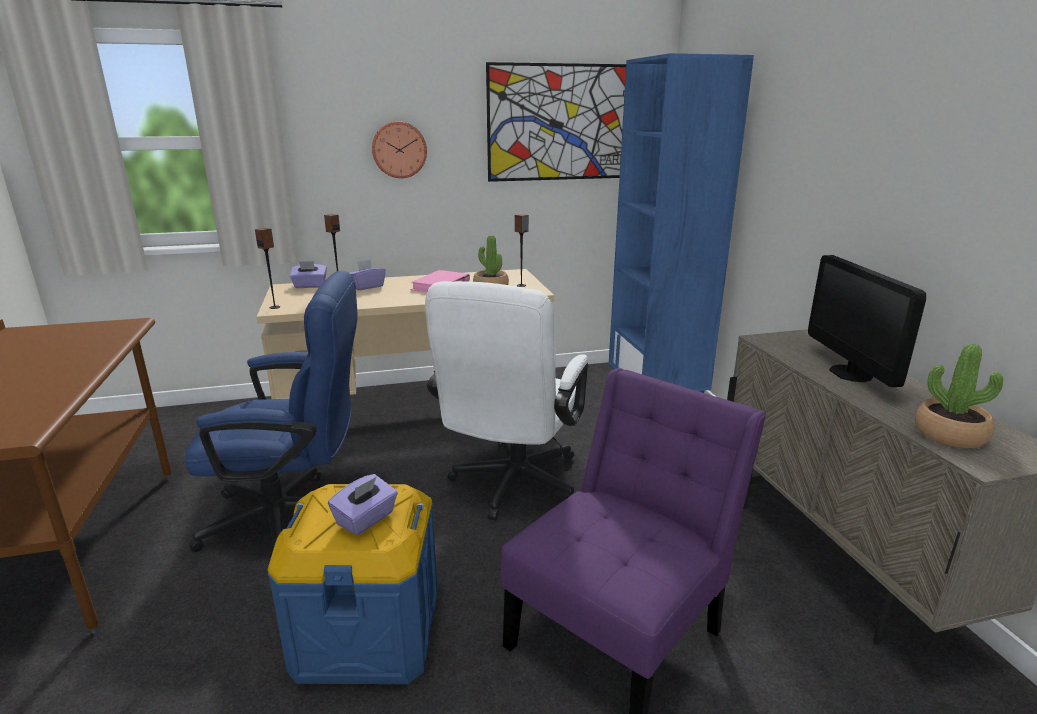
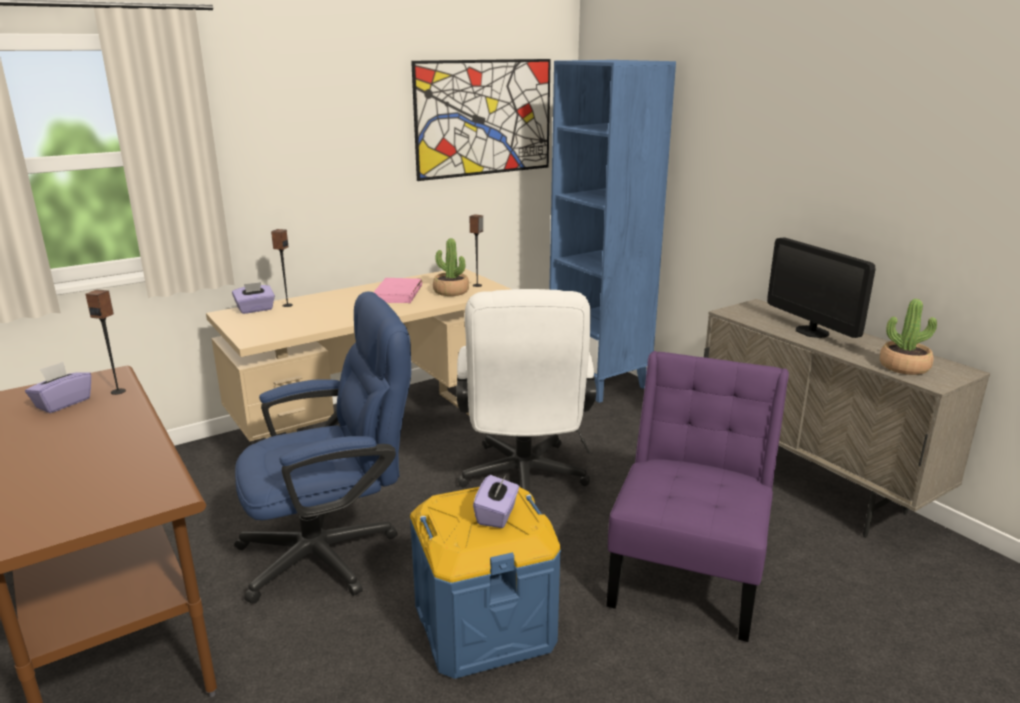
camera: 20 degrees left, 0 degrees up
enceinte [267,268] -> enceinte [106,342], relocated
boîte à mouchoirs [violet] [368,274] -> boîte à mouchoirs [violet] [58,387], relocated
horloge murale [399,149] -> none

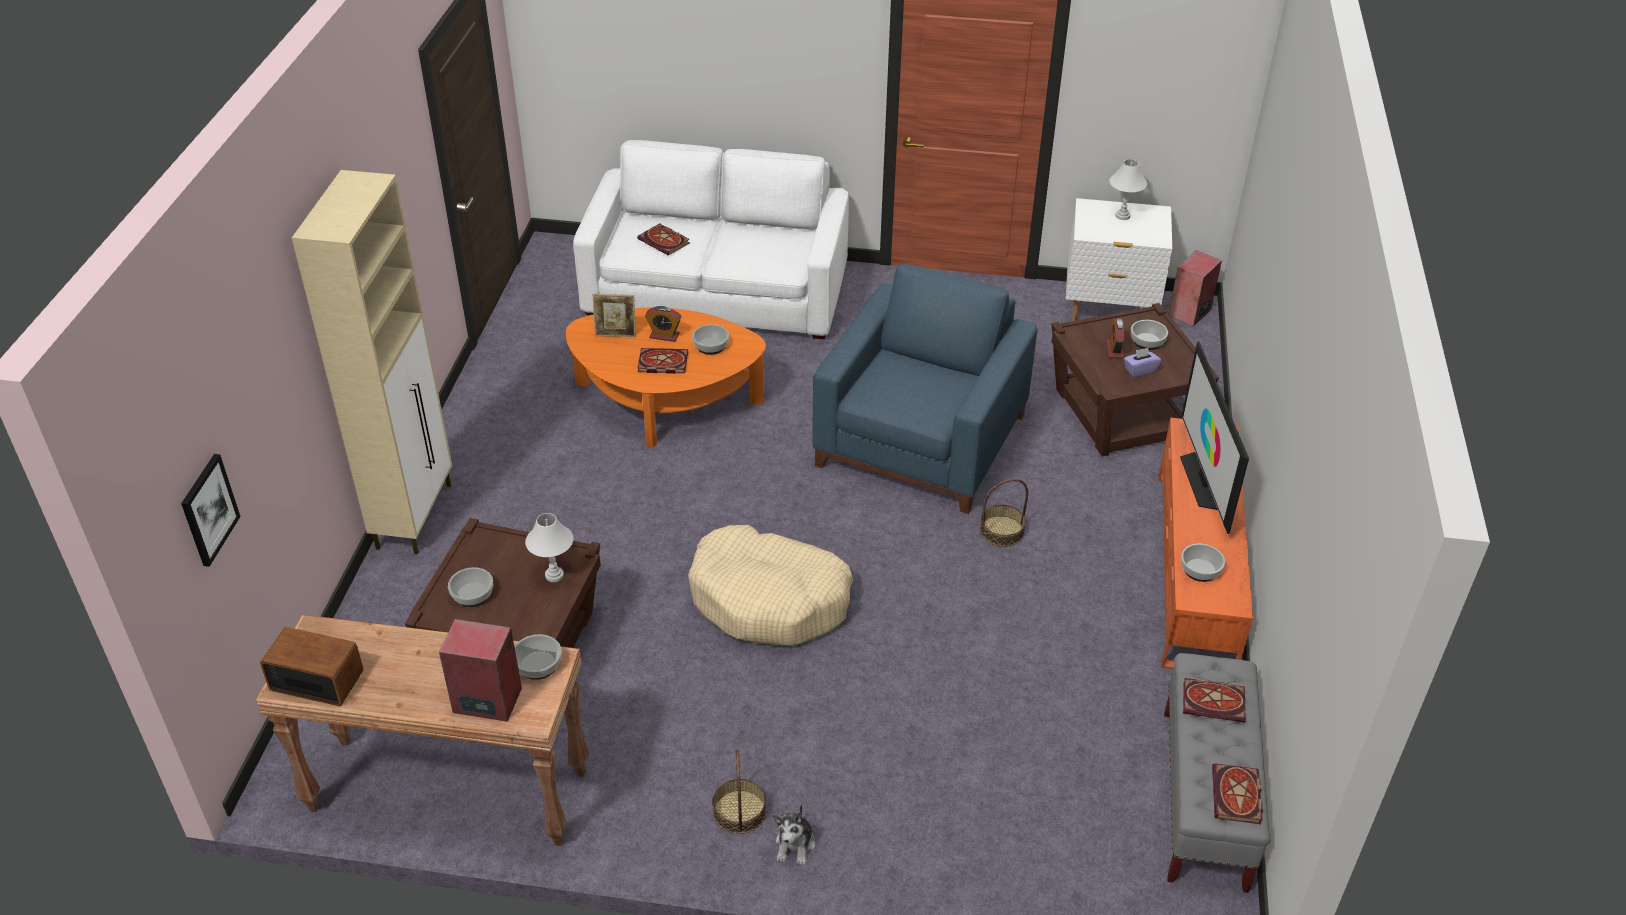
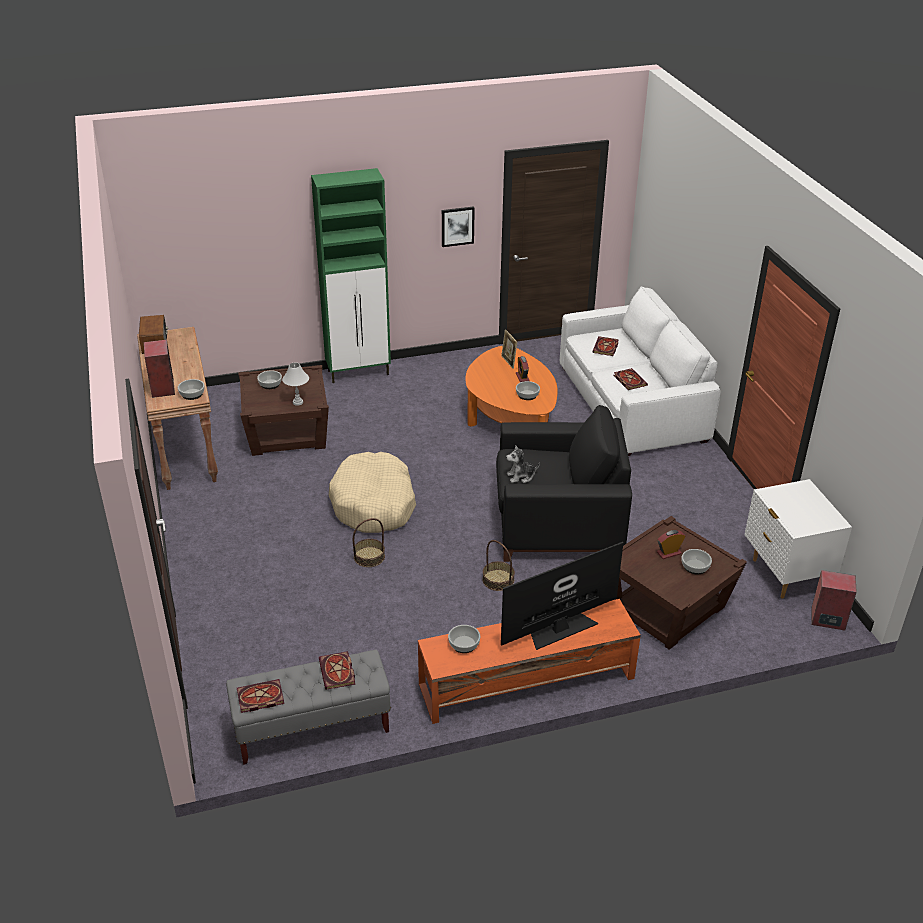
camera: 65 degrees right, 5 degrees down
tableau [211,510] -> tableau [458,226], relocated
meuble de rangement [beige] [372,362] -> meuble de rangement [vert] [351,275]
livre [662,361] -> livre [631,379], relocated
panier [739,791] -> panier [369,542], relocated
peluche [794,834] -> peluche [523,464], relocated
fauteuil [bleu] [925,389] -> fauteuil [noir] [564,483]
lampe de table [blanc] [1128,189] -> none
boîte à mouchoirs [violet] [1142,362] -> none

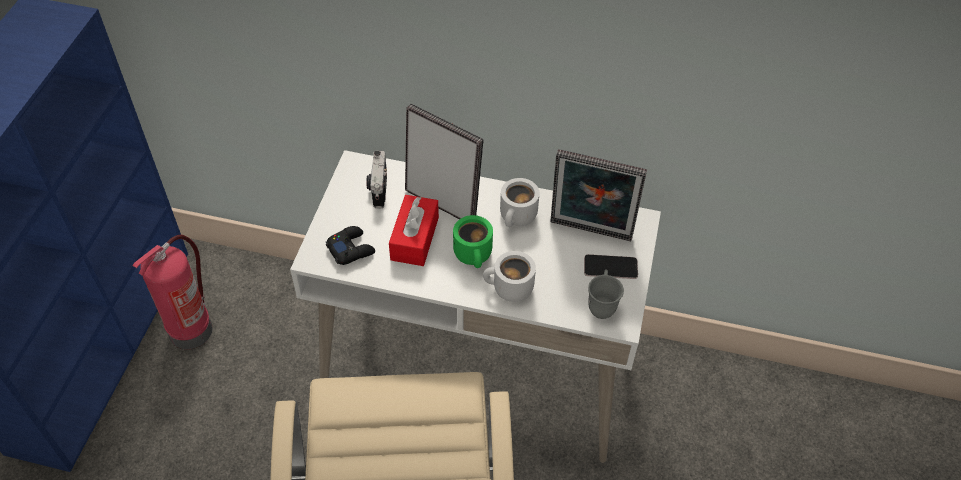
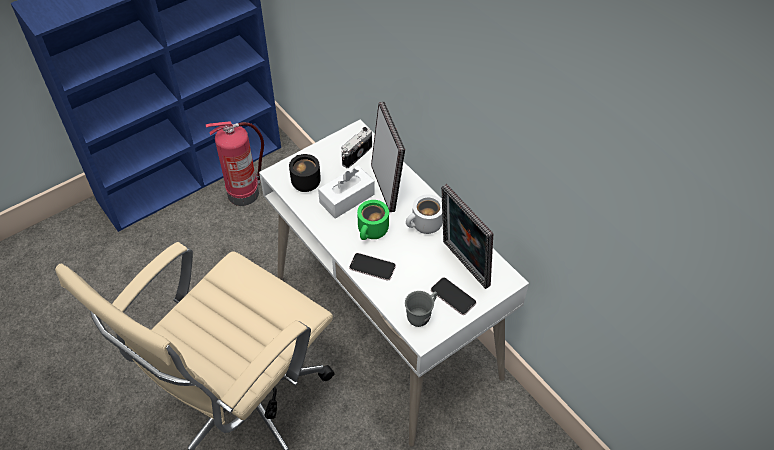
camera: 40 degrees right, 0 degrees up
manette [noir] [350,245] -> mug [noir] [305,173]
boîte à mouchoirs [rouge] [414,230] -> boîte à mouchoirs [blanc] [346,192]
mug [blanc] [509,276] -> téléphone [372,266]

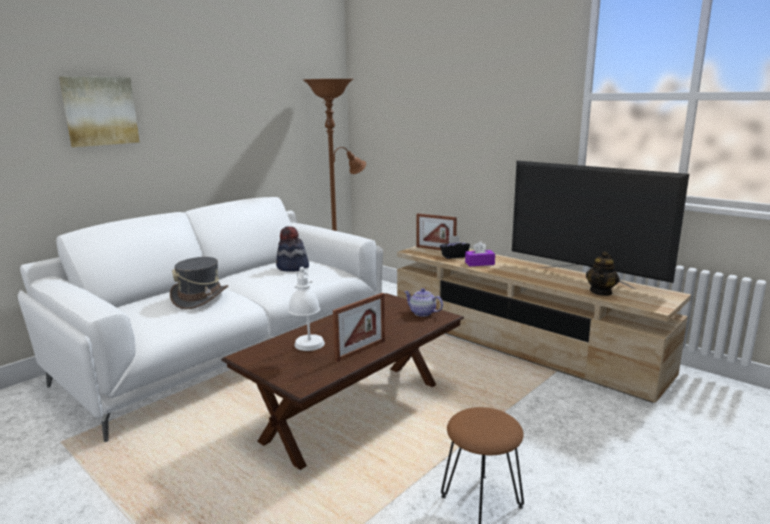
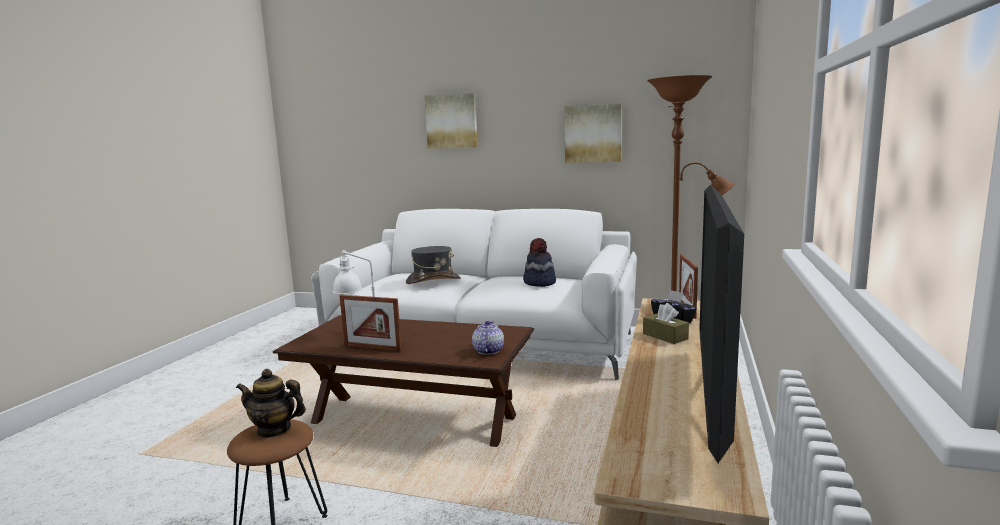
camera: 65 degrees right, 5 degrees down
boîte à mouchoirs [violet] [480,254] -> boîte à mouchoirs [marron] [666,323]
théière [603,273] -> théière [271,403], relocated
none -> tableau [593,133]

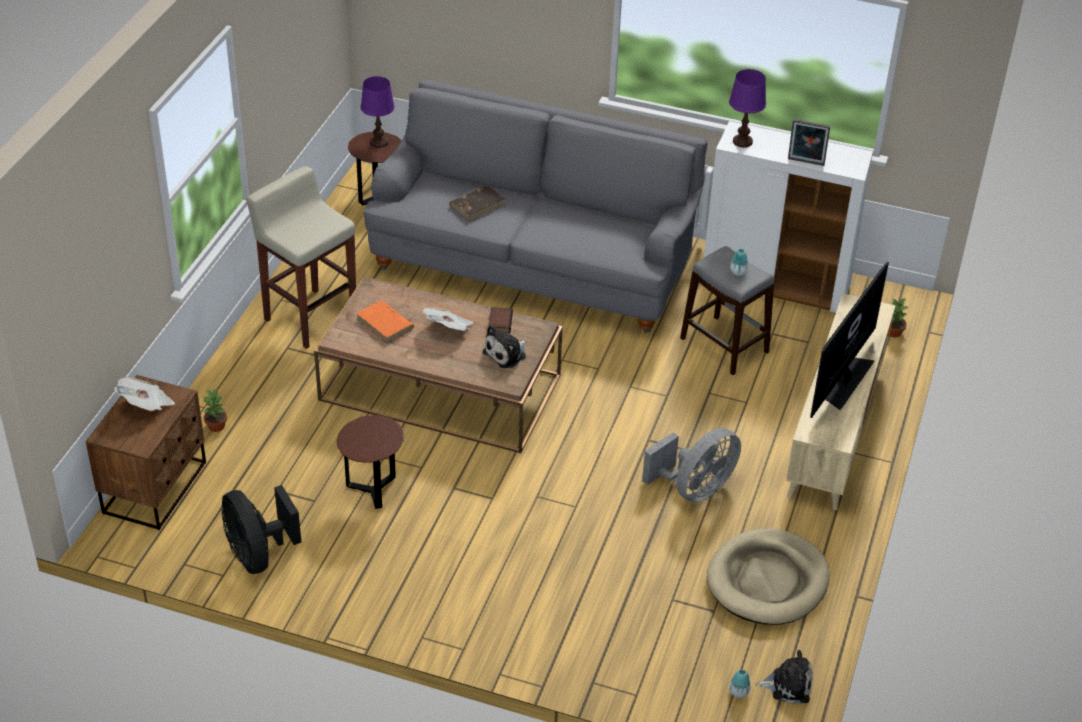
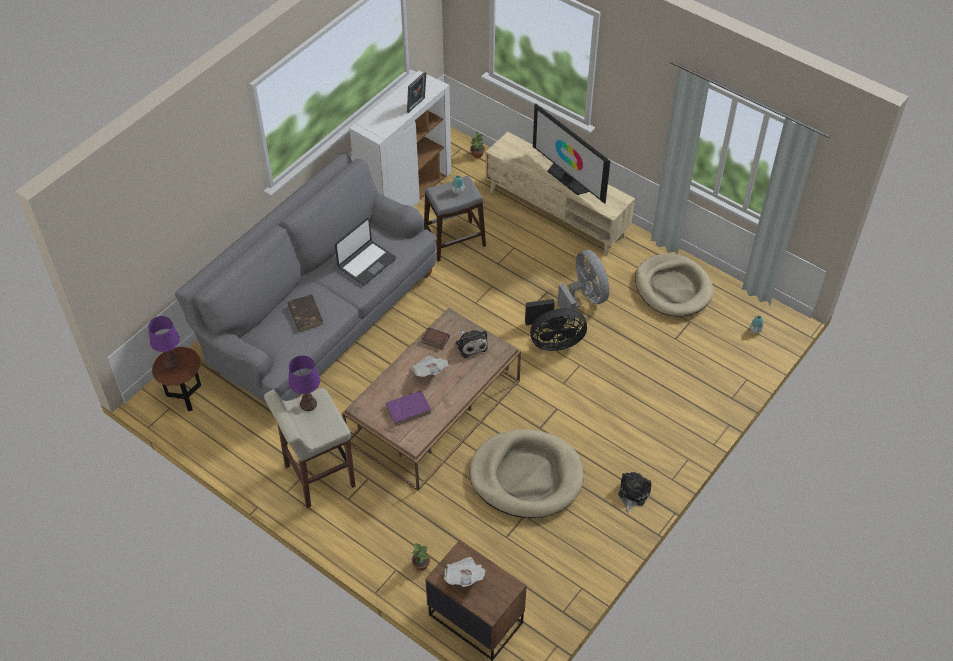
camera: 70 degrees left, 10 degrees up
ventilateur [noir] [261,529] -> ventilateur [noir] [556,325], relocated
table d'appoint [marron] [370,462] -> panier pour chien [beige] [526,473]
livre [orange] [385,322] -> livre [violet] [408,408]
lampe de table [violet] [747,108] -> lampe de table [violet] [304,383], relocated
peluche [784,677] -> peluche [634,492], relocated
none -> ordinateur portable [365,251]

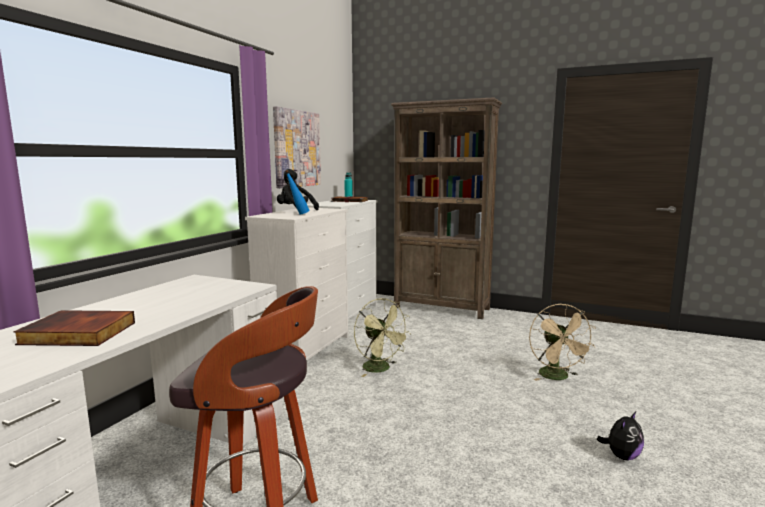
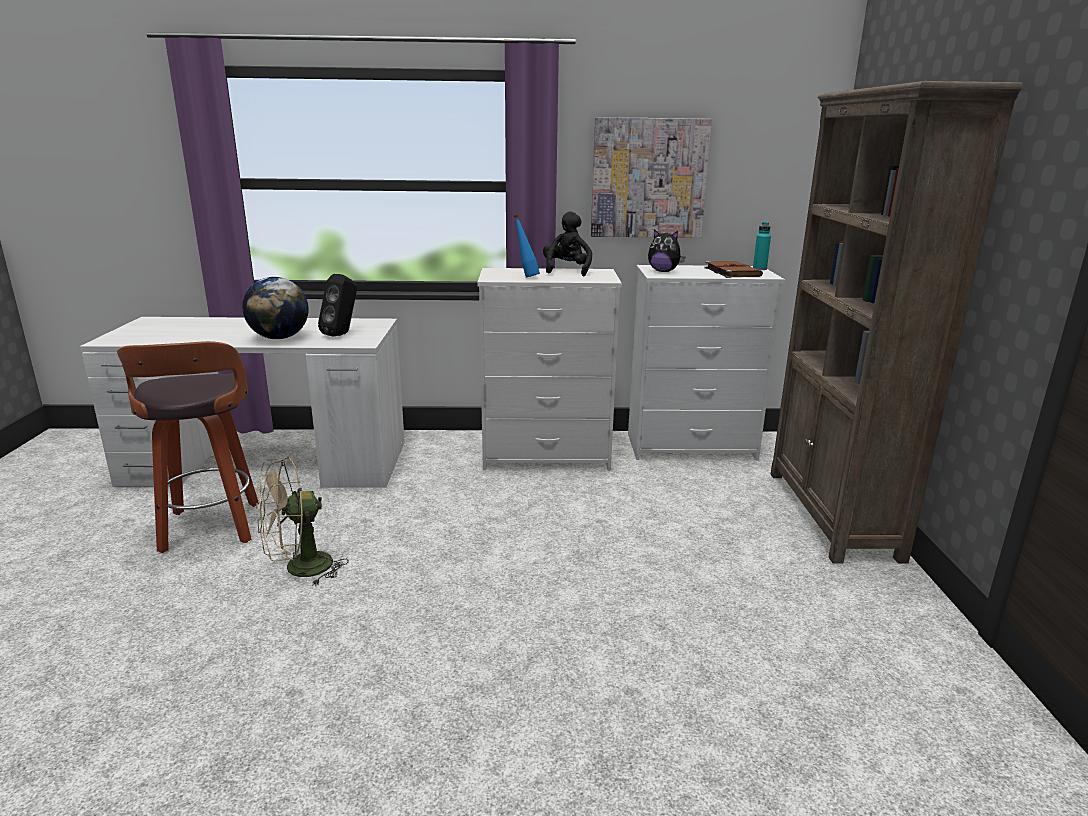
camera: 65 degrees right, 10 degrees up
livre [74,328] -> none
ventilateur [vert] [382,337] -> none
ventilateur [beige] [562,342] -> ventilateur [beige] [302,521], relocated
peluche [620,436] -> peluche [666,250], relocated
none -> globe [275,308]
none -> enceinte [noir] [337,305]

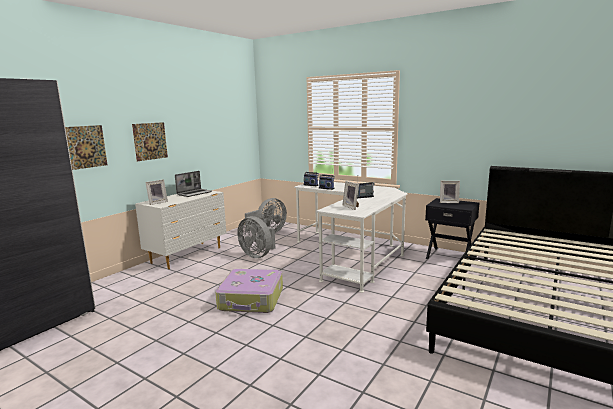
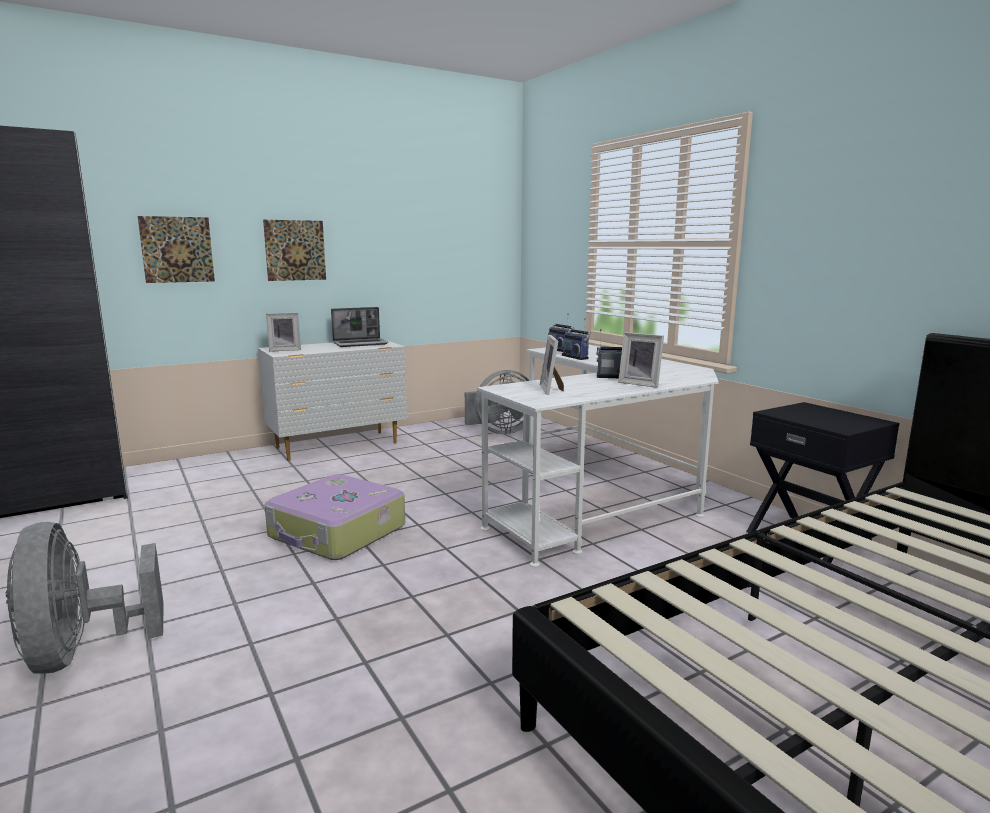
camera: 25 degrees right, 0 degrees up
ventilateur [gris] [256,237] -> ventilateur [gris] [85,598], relocated
cadre photo [450,192] -> cadre photo [641,360], relocated

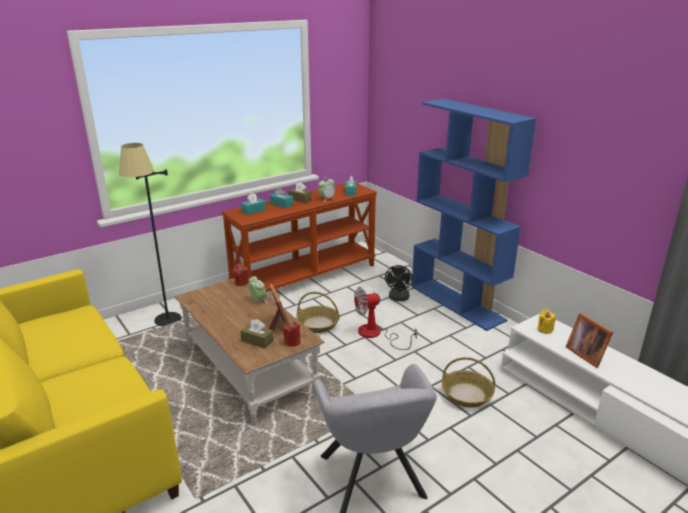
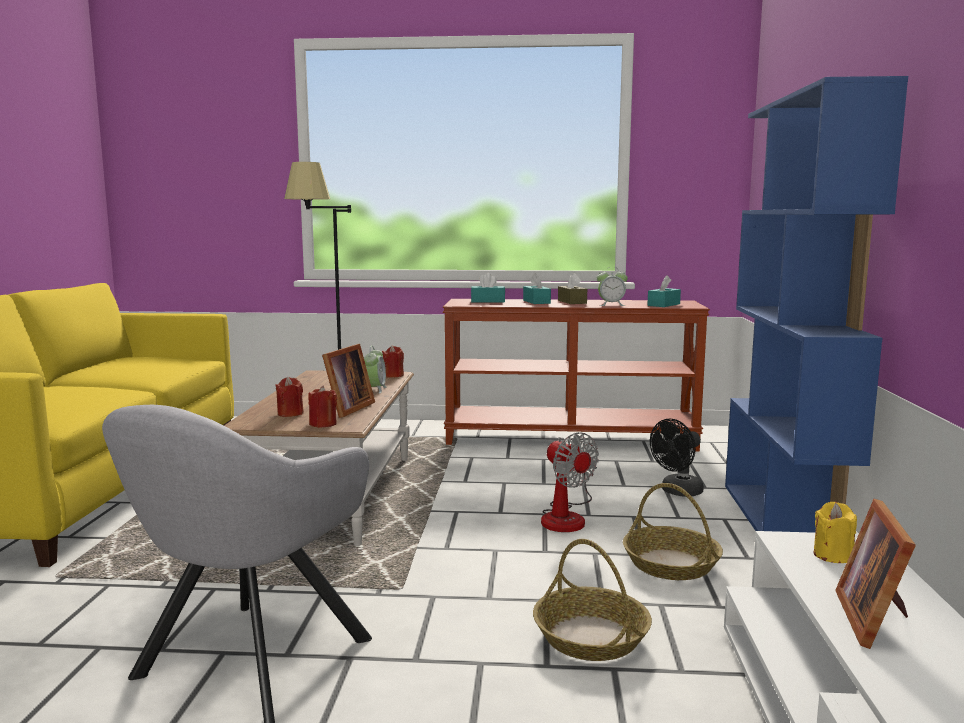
camera: 40 degrees right, 15 degrees down
boîte à mouchoirs [marron] [257,333] -> bougie [rouge] [289,397]
panier [318,312] -> panier [673,531], relocated
ventilateur [385,318] -> ventilateur [570,482], 150 degrees counterclockwise

